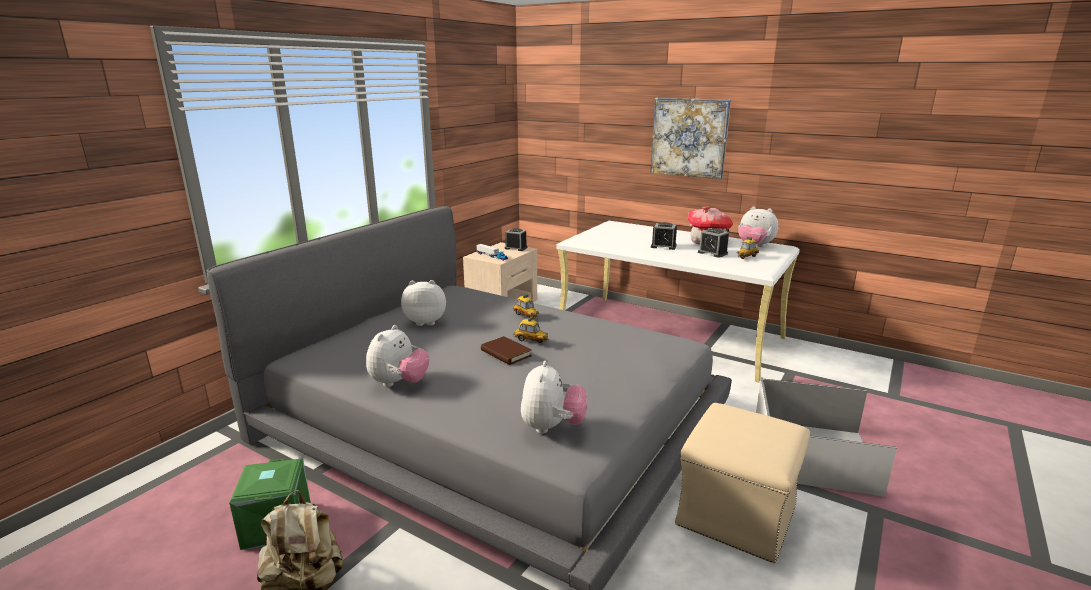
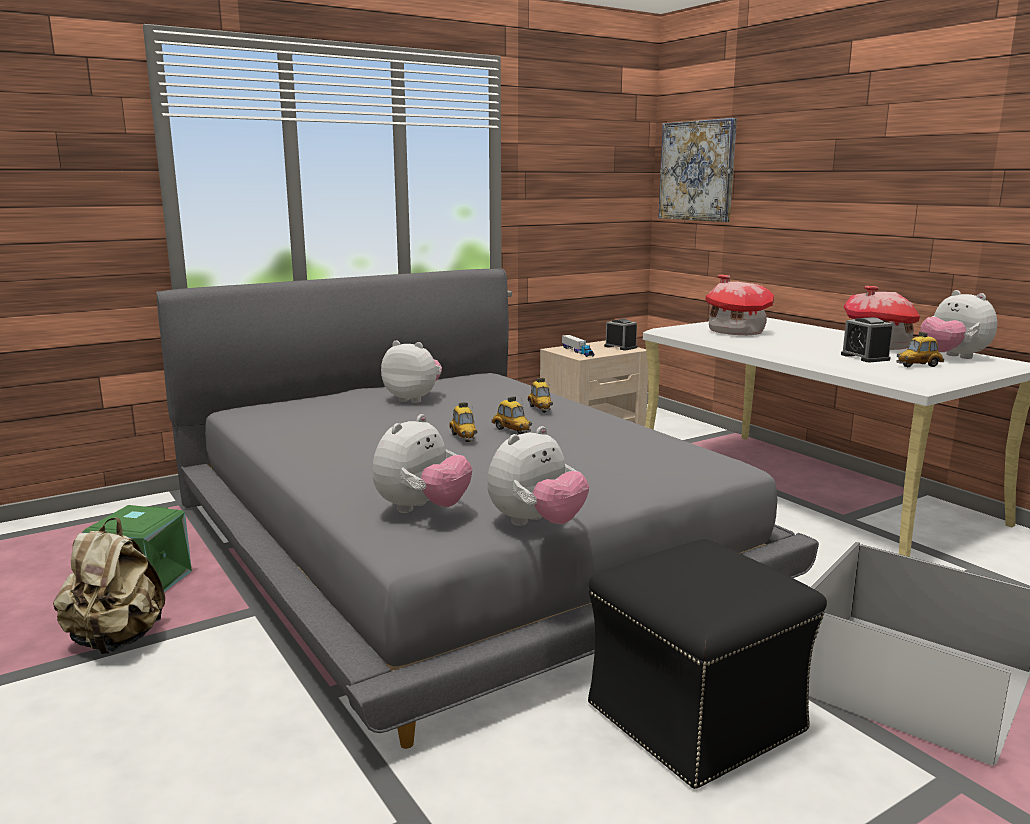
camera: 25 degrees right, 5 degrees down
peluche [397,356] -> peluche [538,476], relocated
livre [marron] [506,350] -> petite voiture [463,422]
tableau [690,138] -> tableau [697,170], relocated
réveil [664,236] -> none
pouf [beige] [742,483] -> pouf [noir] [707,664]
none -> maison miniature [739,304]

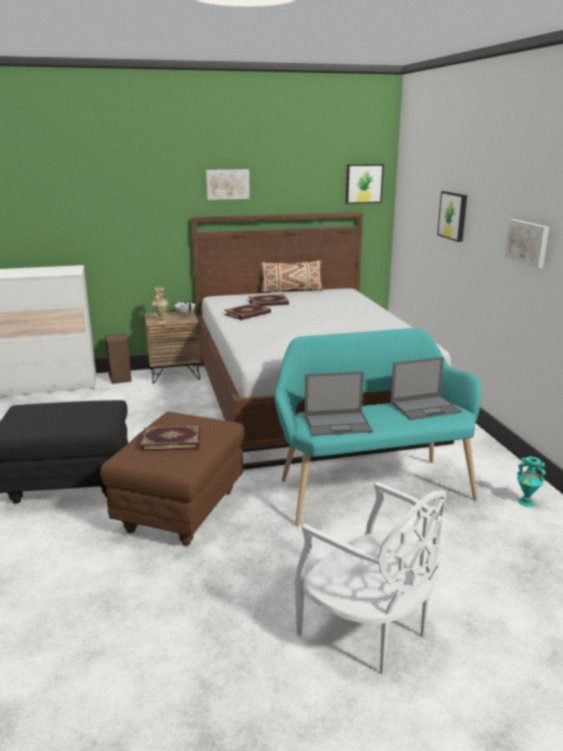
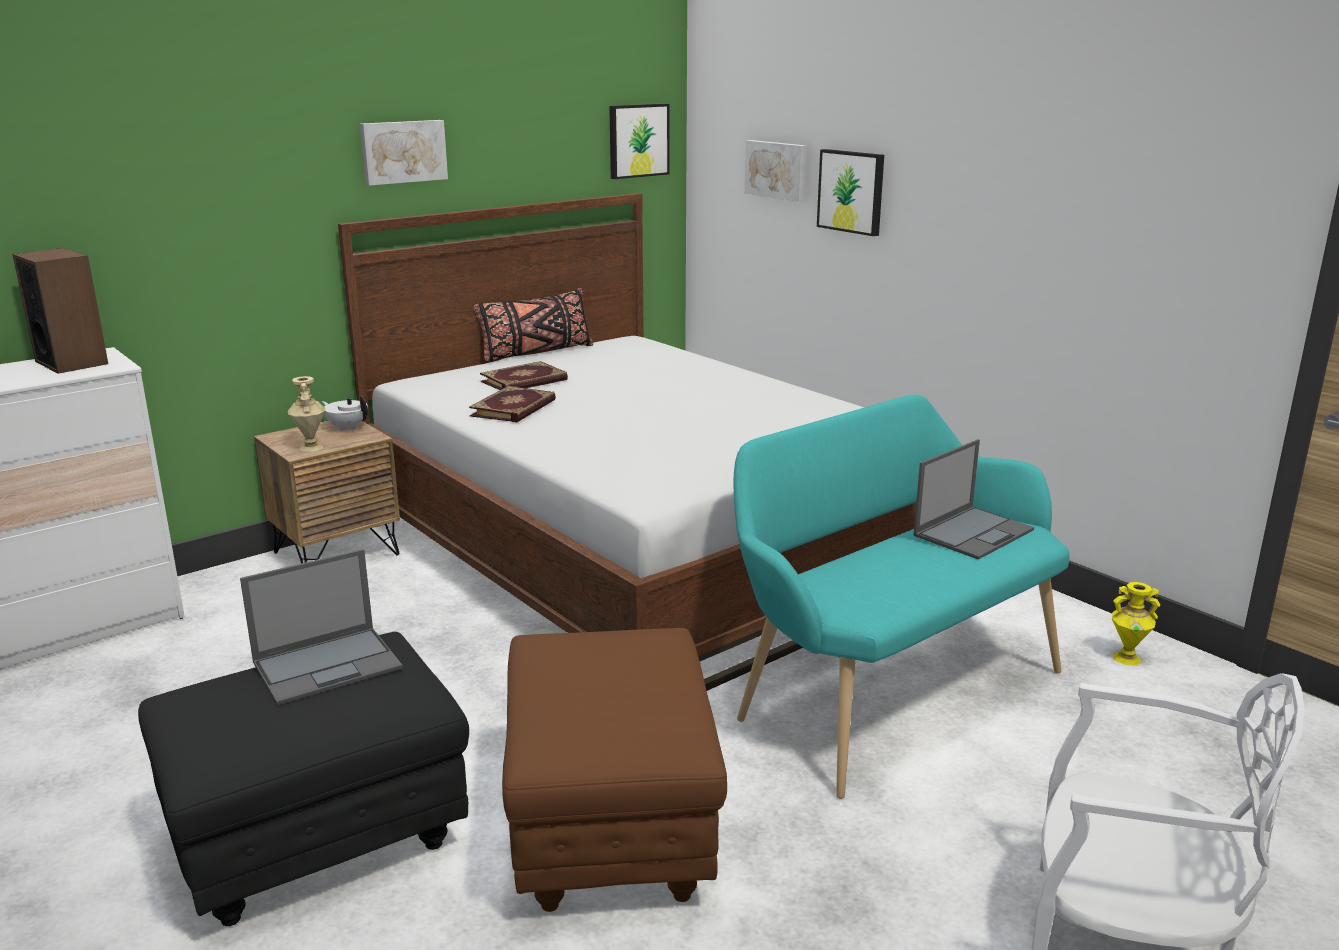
camera: 25 degrees left, 0 degrees up
enceinte [118,358] -> enceinte [60,311], relocated
livre [170,439] -> none
coussin [beige] [291,276] -> coussin [noir] [533,325]
ordinateur portable [338,403] -> ordinateur portable [321,627], relocated
tableau [526,243] -> tableau [776,171], relocated
vase [turquoise] [531,482] -> vase [jaune] [1136,624]

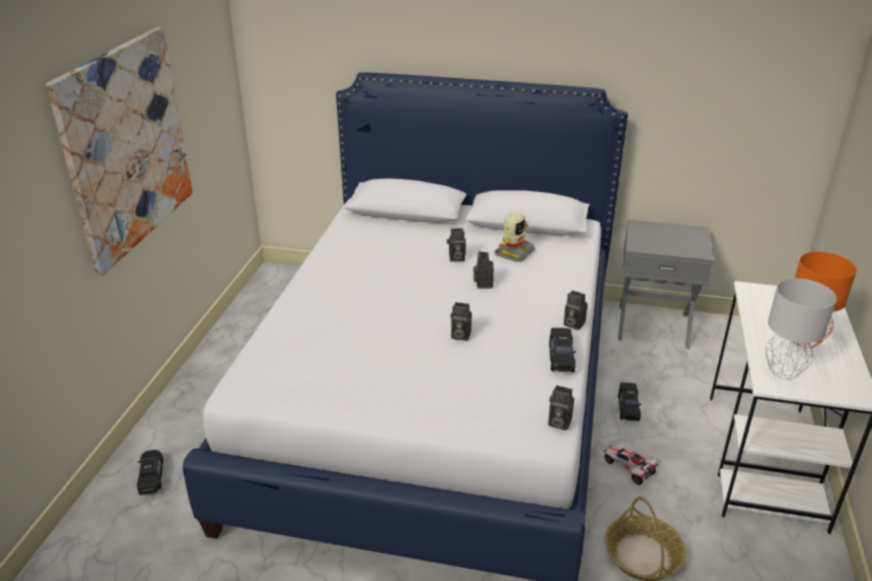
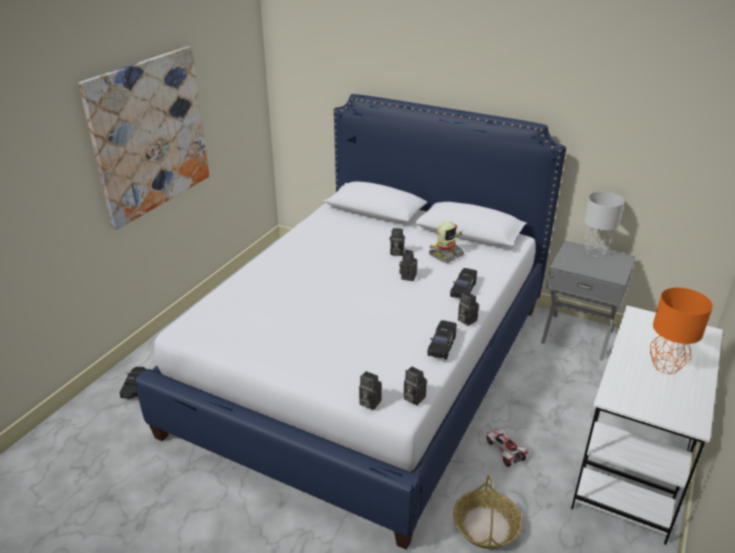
camera: 15 degrees right, 0 degrees up
appareil photo [461,321] -> appareil photo [370,390], relocated
petite voiture [noir] [629,401] -> petite voiture [noir] [463,283], relocated
lampe de table [gris] [801,329] -> lampe de table [gris] [603,224], relocated

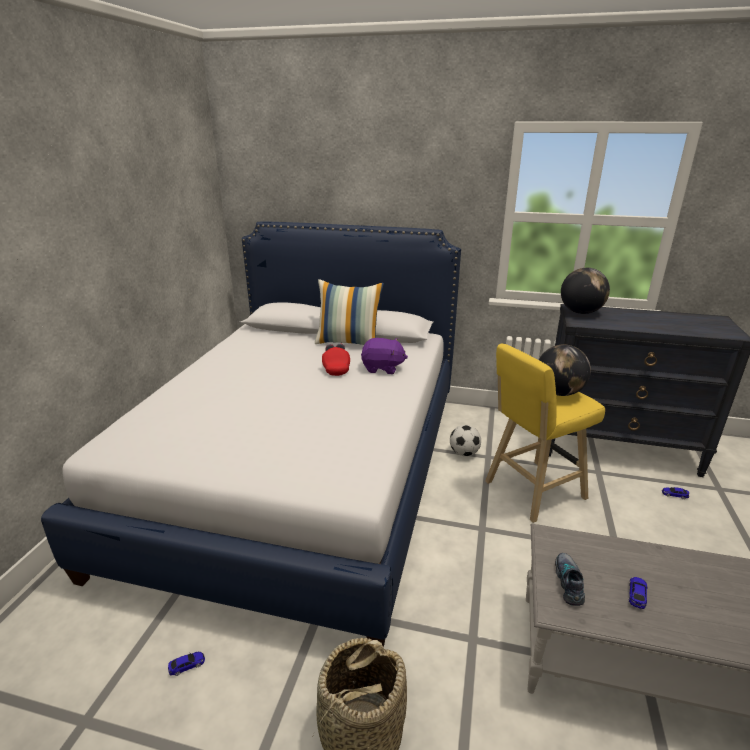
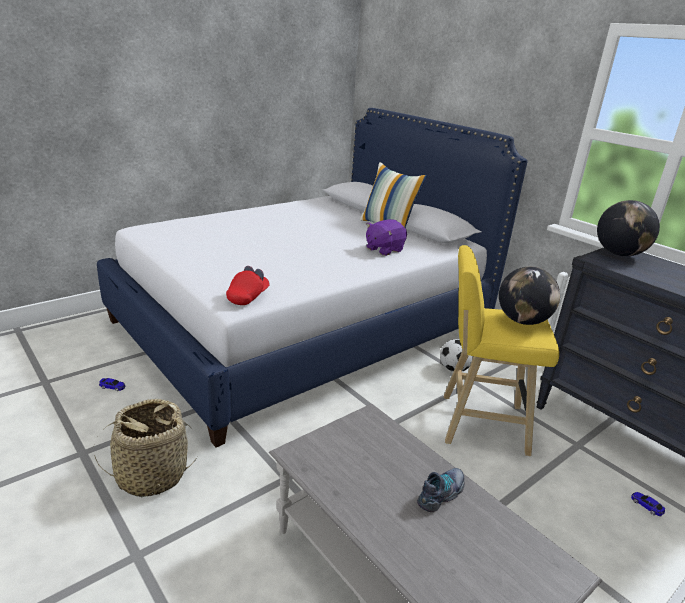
camera: 35 degrees right, 0 degrees up
casquette [rouge] [336,360] -> casquette [rouge] [248,285], relocated
peluche [violet] [384,356] -> peluche [violet] [386,237], 90 degrees clockwise
chaussure [570,579] -> chaussure [441,490], relocated
petite voiture [638,593] -> none

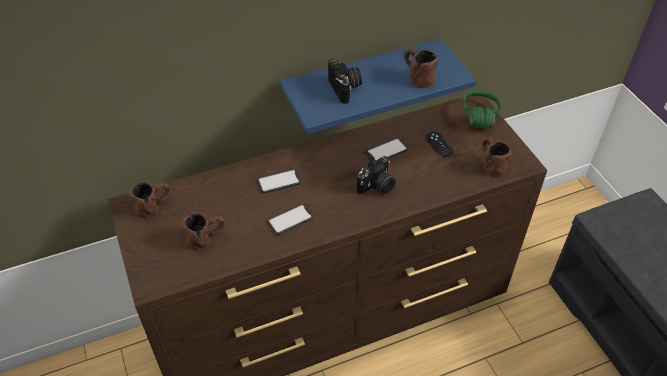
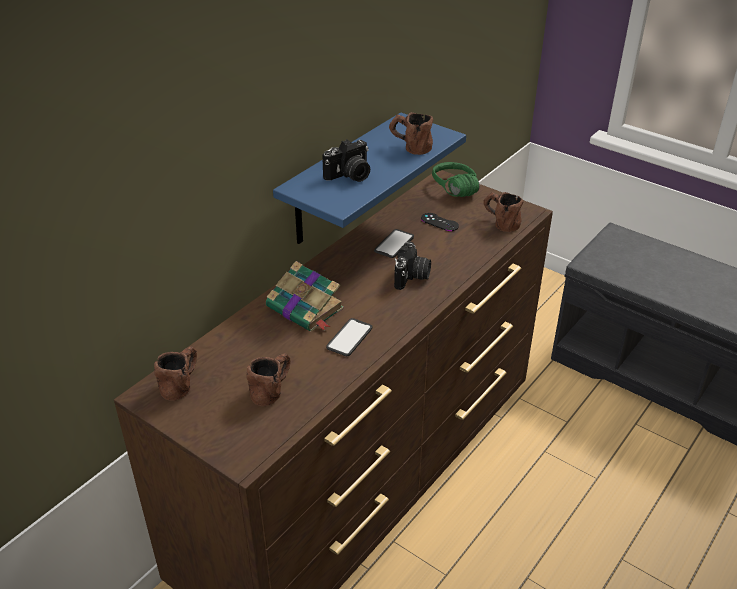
camera: 30 degrees left, 10 degrees down
téléphone [279,181] -> livre [305,296]
appareil photo [345,81] -> appareil photo [346,160], 105 degrees clockwise

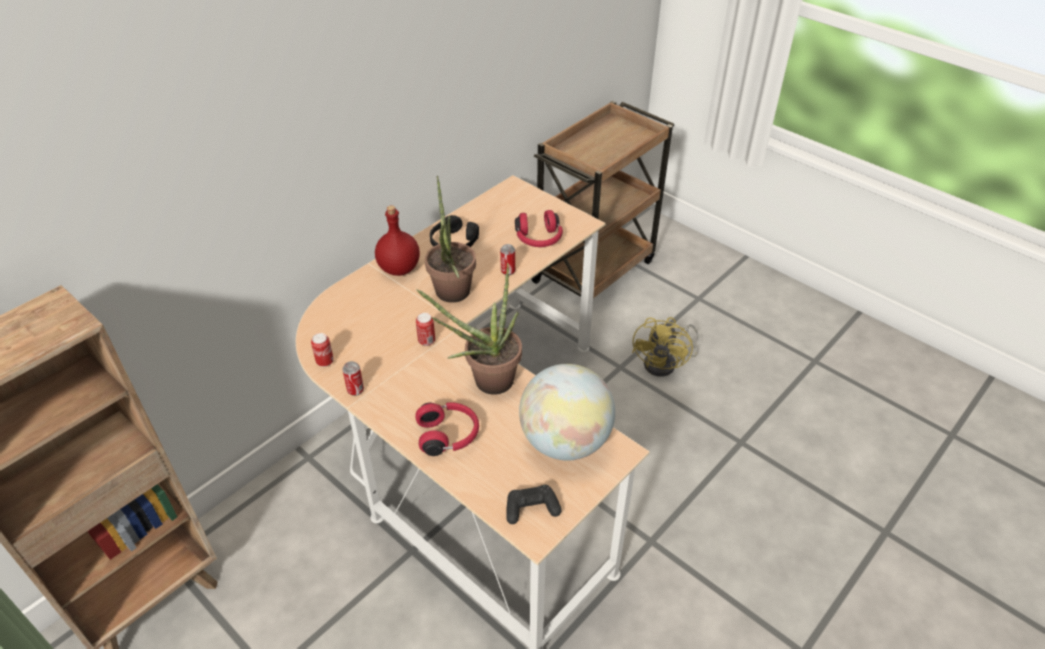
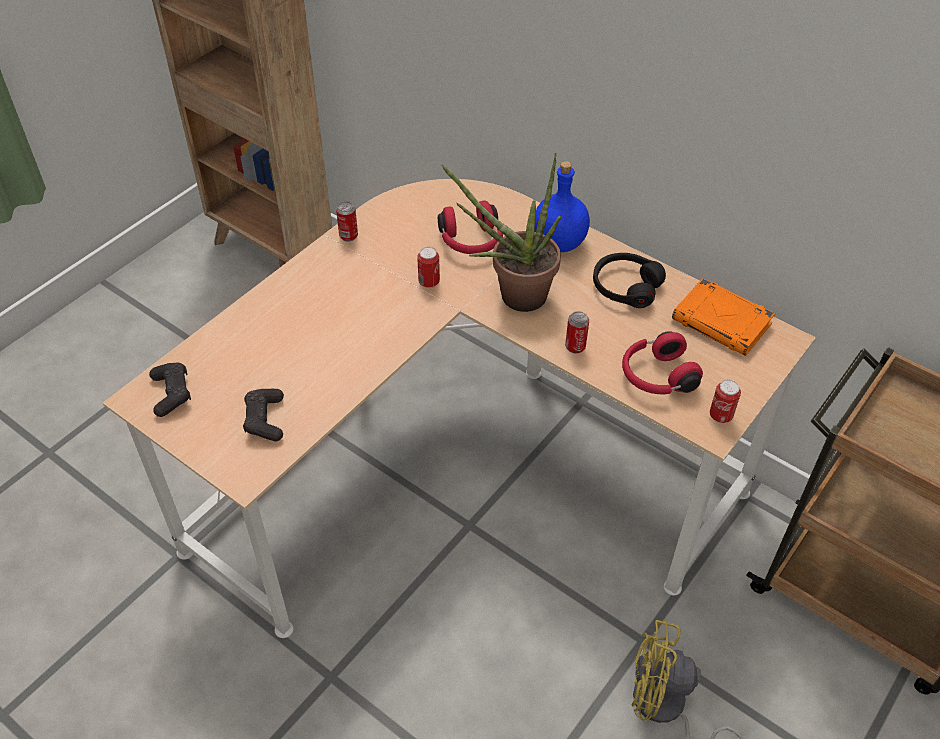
camera: 85 degrees right, 5 degrees up
boîte métallique [322,350] -> boîte métallique [725,401], relocated
bouteille [rouge] [397,240] -> bouteille [bleu] [562,206]
casque audio [rouge] [447,429] -> casque audio [rouge] [470,227], relocated
plante en pot [469,329] -> none
globe [567,412] -> manette [noir] [263,415]
none -> livre [orange] [723,317]

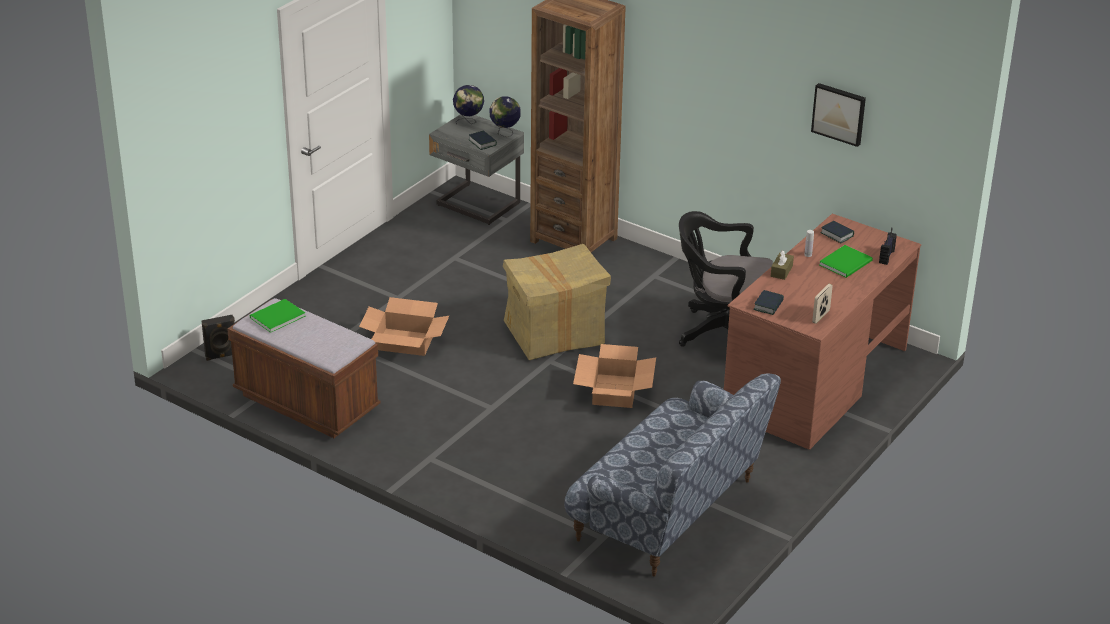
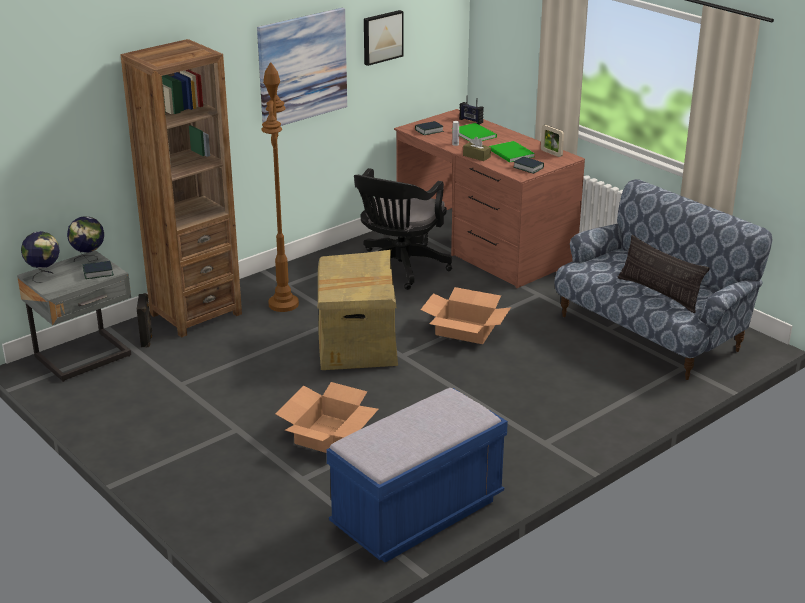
camera: 75 degrees left, 5 degrees down
enceinte [noir] [218,338] -> enceinte [noir] [144,320], relocated
banc [marron] [304,368] -> banc [bleu] [417,475]
livre [vert] [277,316] -> livre [vert] [512,152], relocated
none -> tableau [302,67]
none -> lampadaire [marron] [280,187]
none -> coussin [664,274]

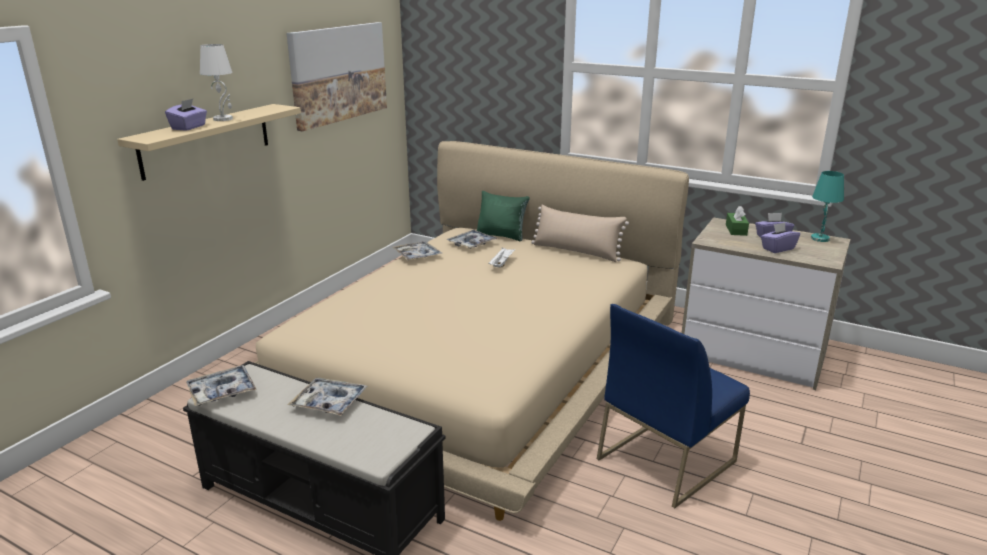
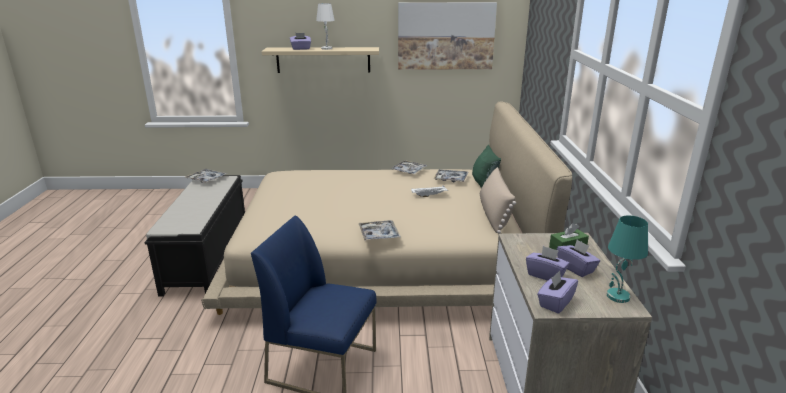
camera: 60 degrees right, 0 degrees up
plateau [328,396] -> plateau [380,230], relocated
none -> boîte à mouchoirs [violet] [557,292]

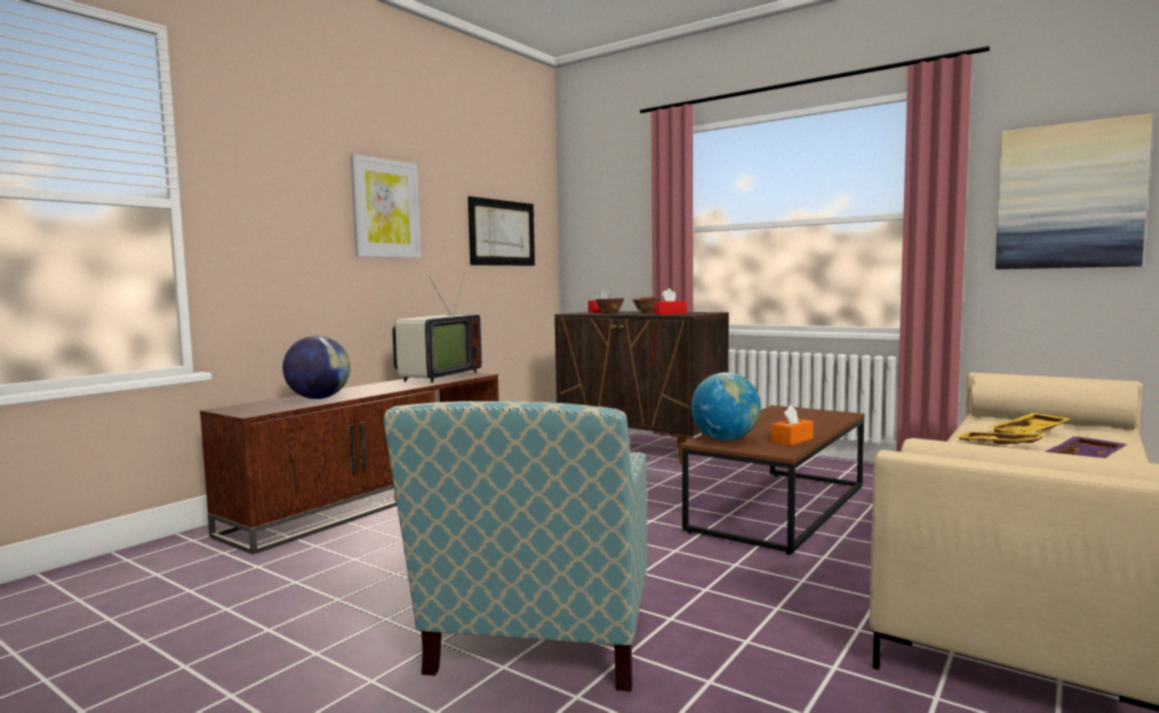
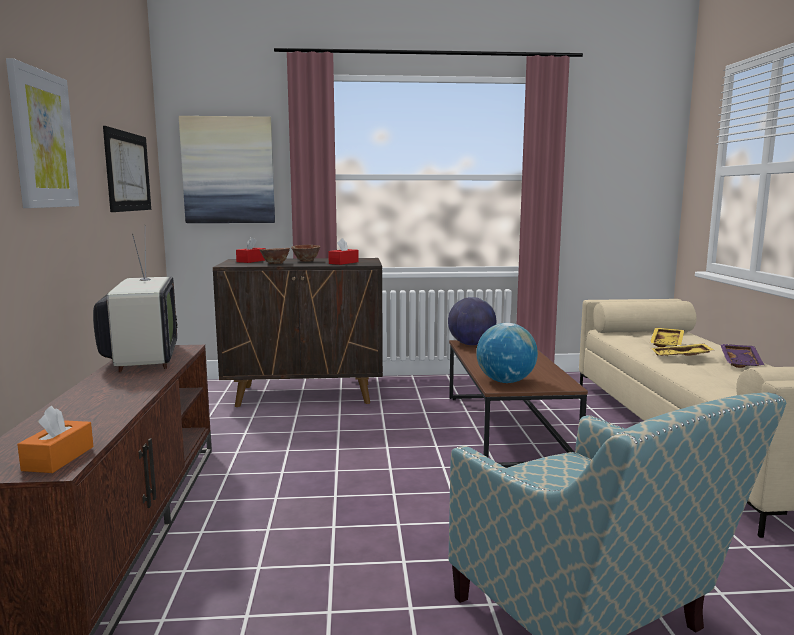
camera: 40 degrees left, 5 degrees up
globe [316,367] -> globe [472,321], relocated
boîte à mouchoirs [orange] [792,425] -> boîte à mouchoirs [orange] [55,439], relocated
tableau [1073,191] -> tableau [227,169], relocated

